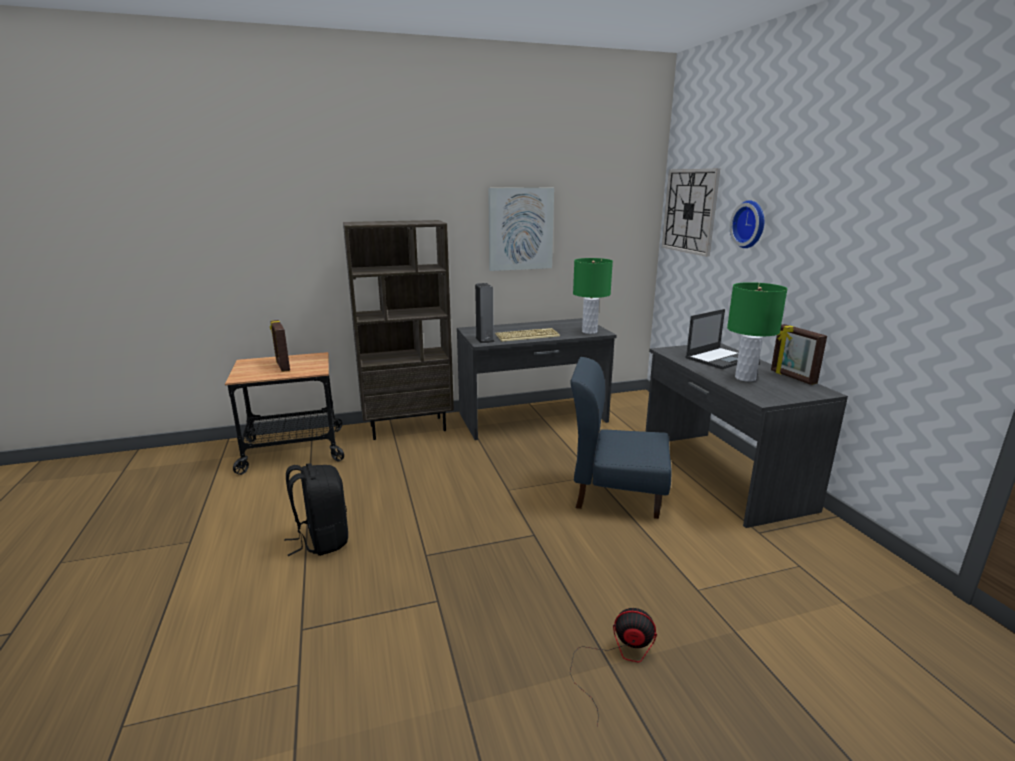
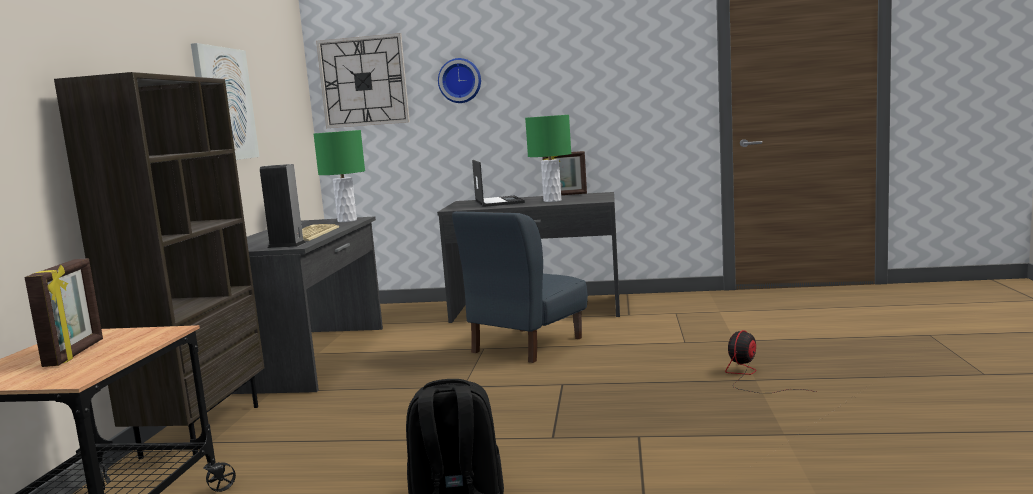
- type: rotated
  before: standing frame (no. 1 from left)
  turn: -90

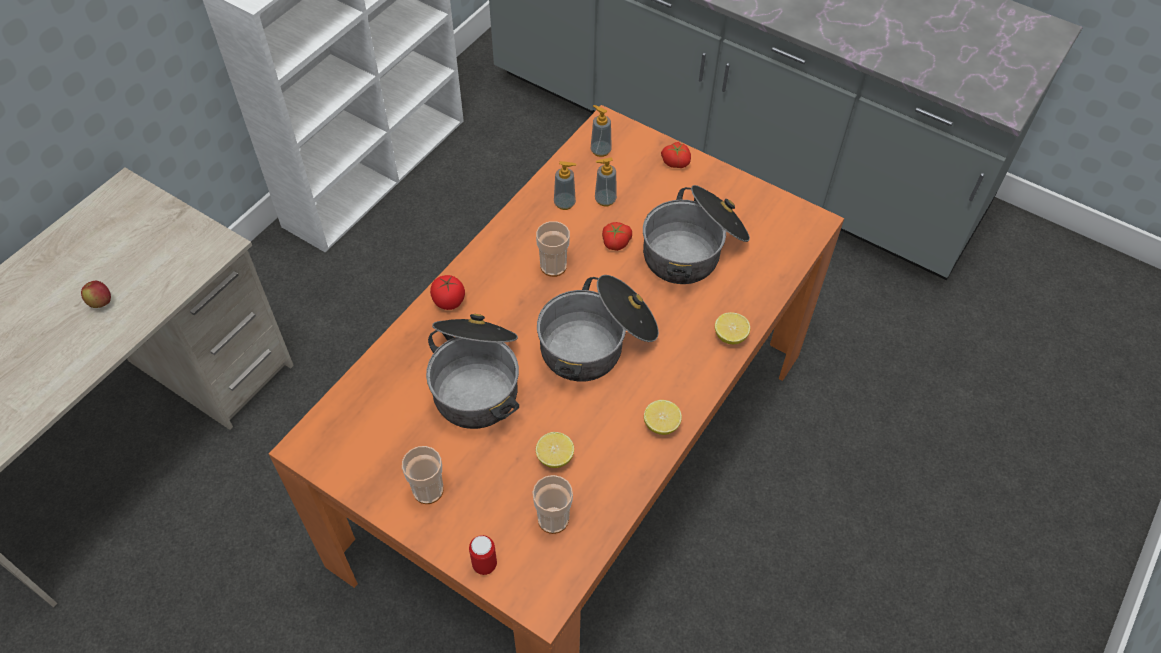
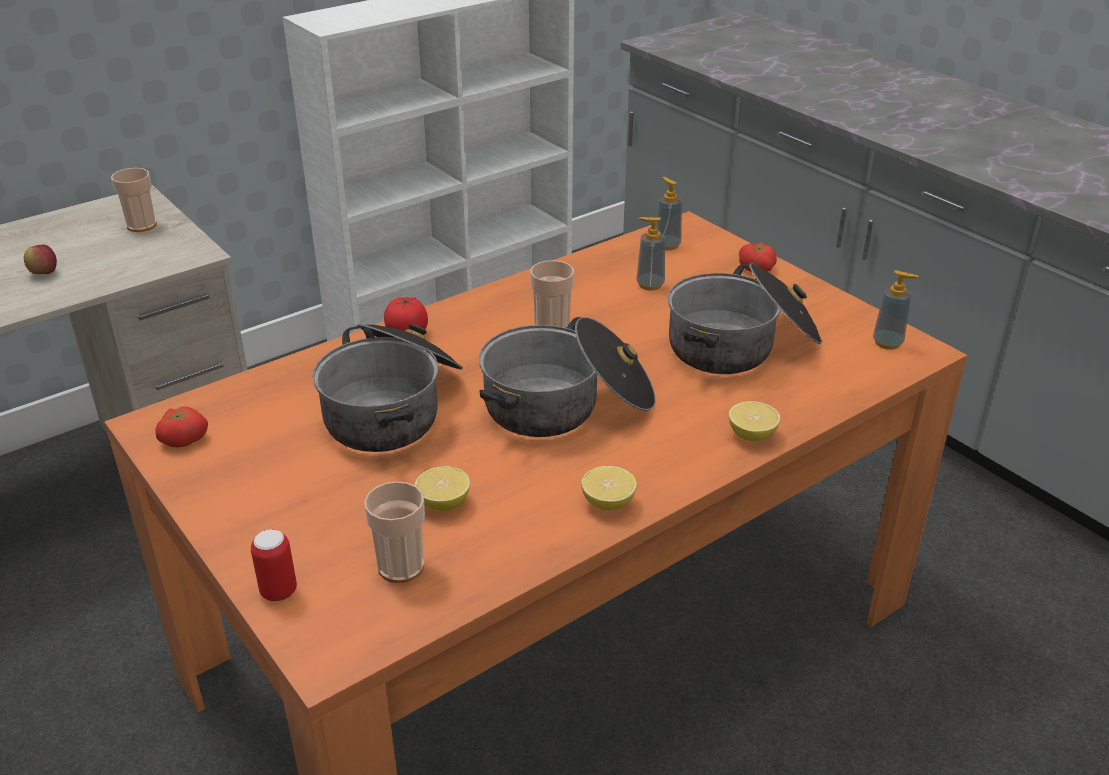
- type: shifted
  before: small cup (no. 1 from left)
- type: shifted
  before: liquid soap bottle (no. 1 from left in the first image)
  after: liquid soap bottle (no. 3 from left)
- type: shifted
  before: whole tomato (no. 2 from left in the first image)
  after: whole tomato (no. 1 from left)

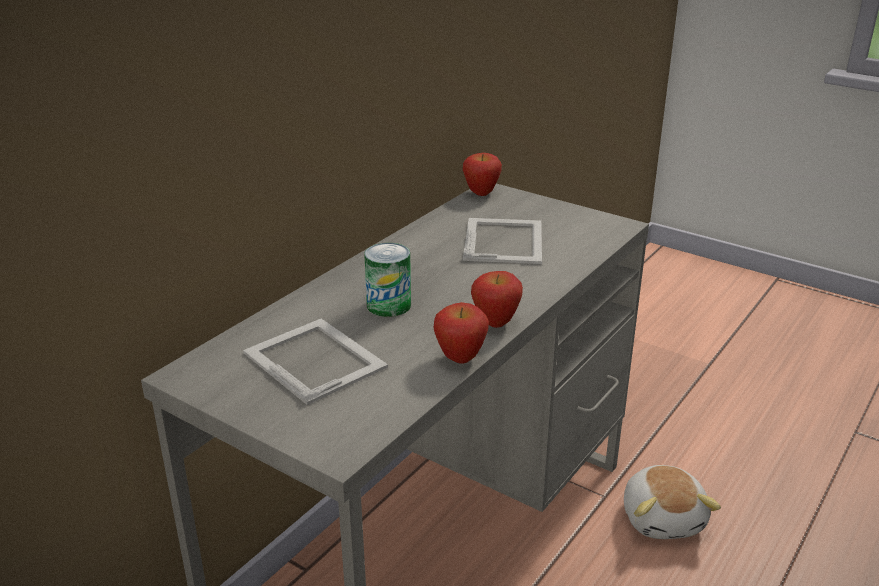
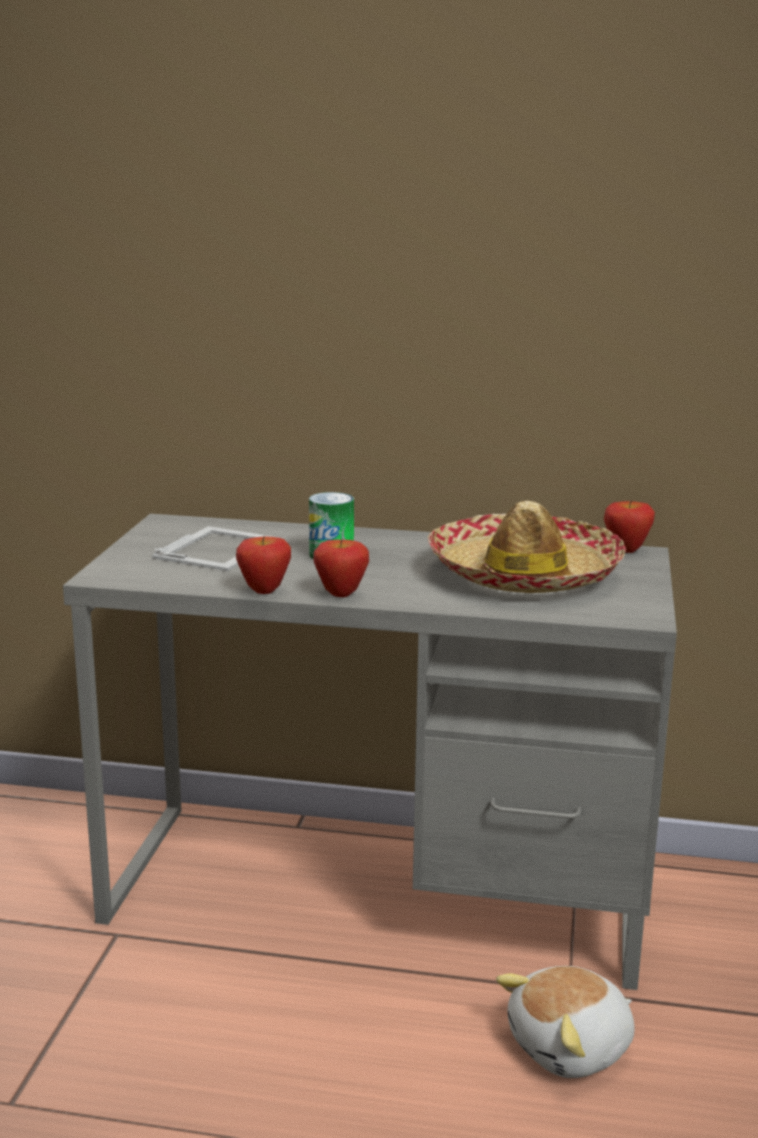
- type: swapped
  before: standing frame (no. 2 from left)
  after: wearable hat

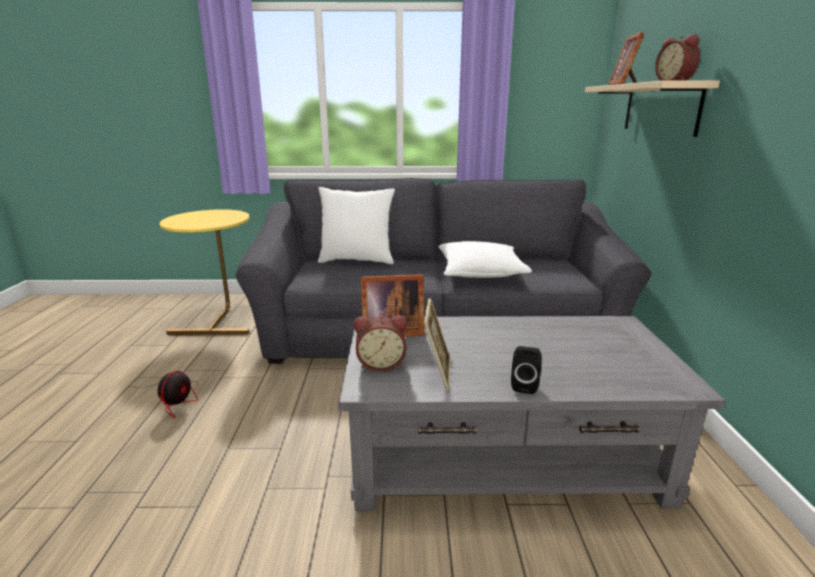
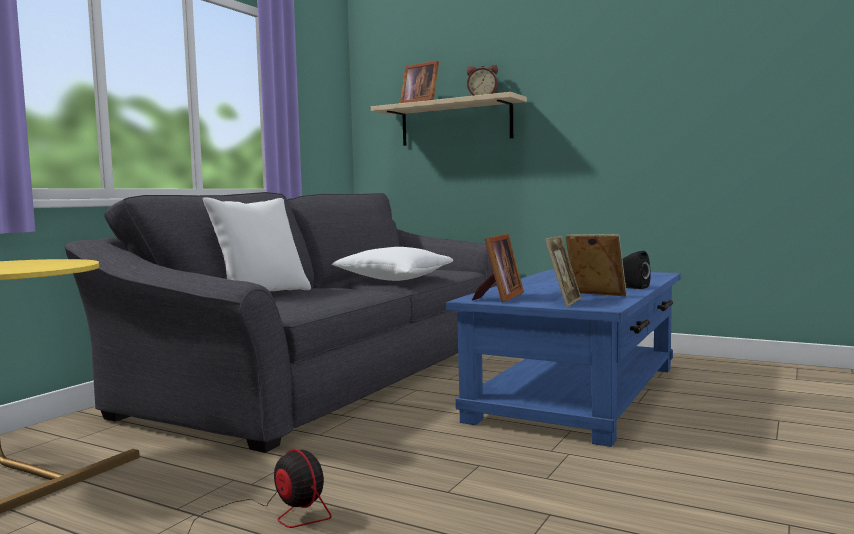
- type: repainted
  before: low table in grey
  after: low table in bluish
- type: swapped
  before: bedside clock (no. 1 from left)
  after: standing frame (no. 3 from left)

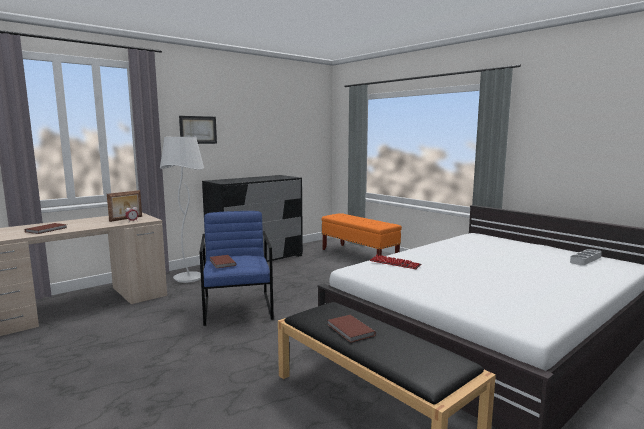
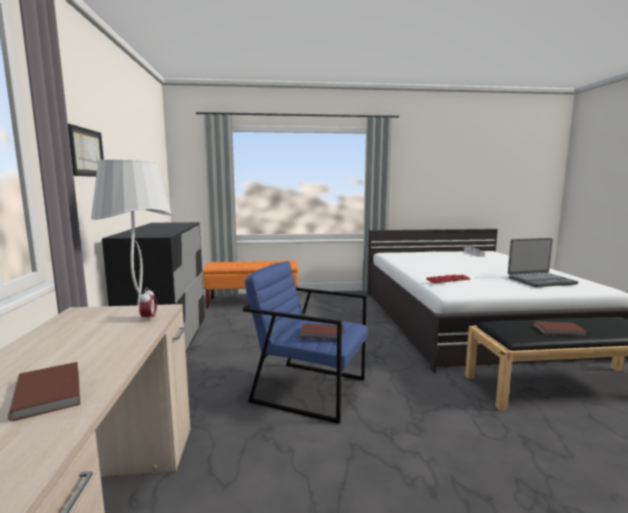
- type: gone
  before: standing frame
- type: new
  after: notebook computer

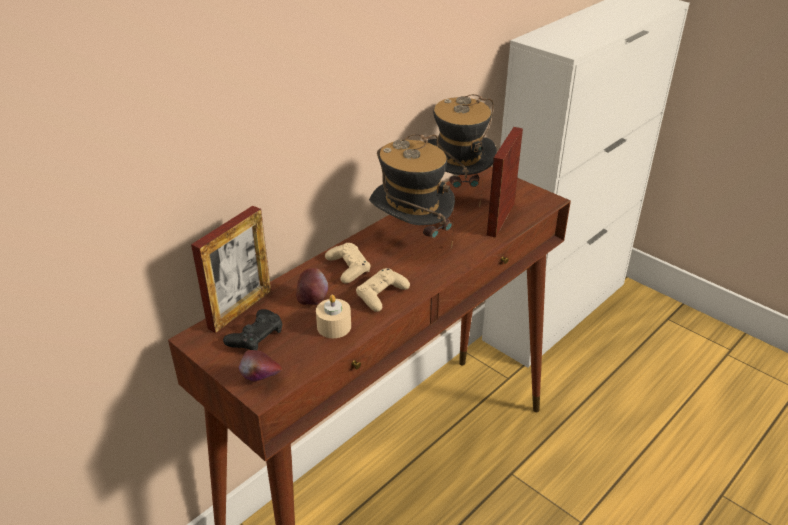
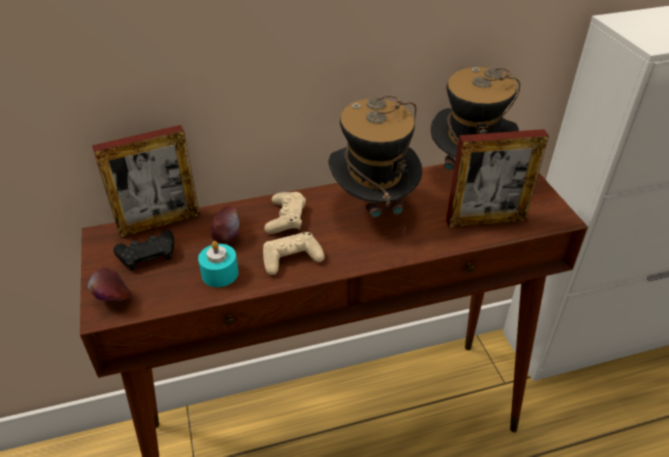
- type: repainted
  before: candle in beige-coloured
  after: candle in turquoise
- type: rotated
  before: standing frame (no. 2 from left)
  turn: -150

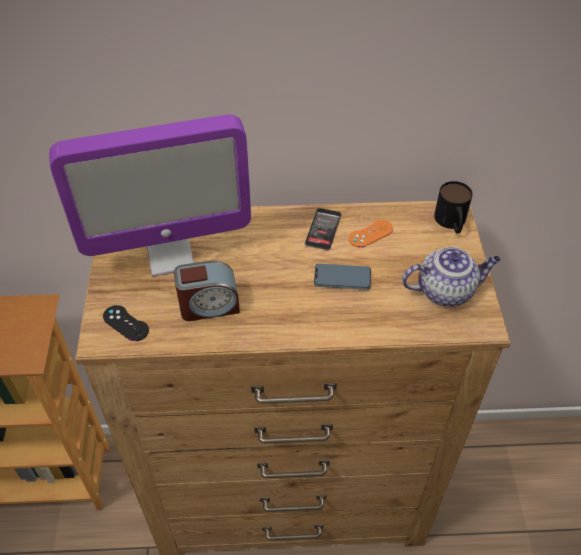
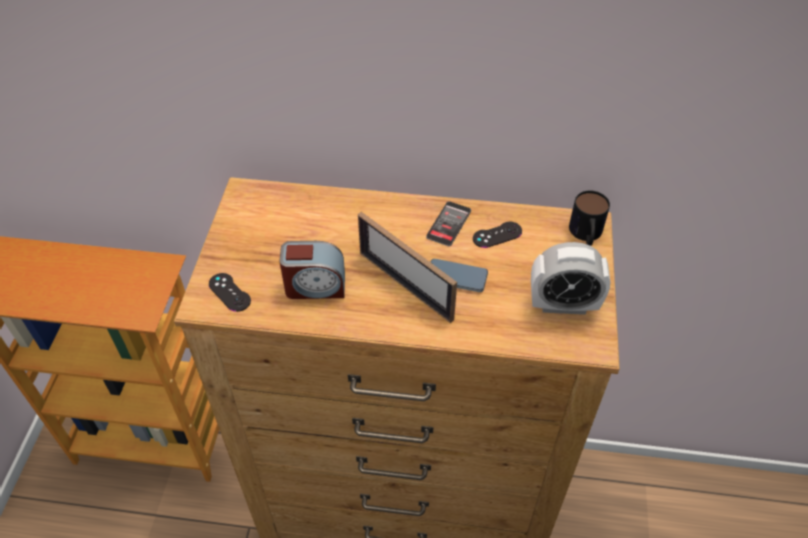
- type: gone
  before: monitor
- type: repainted
  before: game controller in orangey
  after: game controller in black-coloured (no. 2 from left)
- type: swapped
  before: teapot
  after: bedside clock (no. 2 from left)
- type: new
  after: standing frame

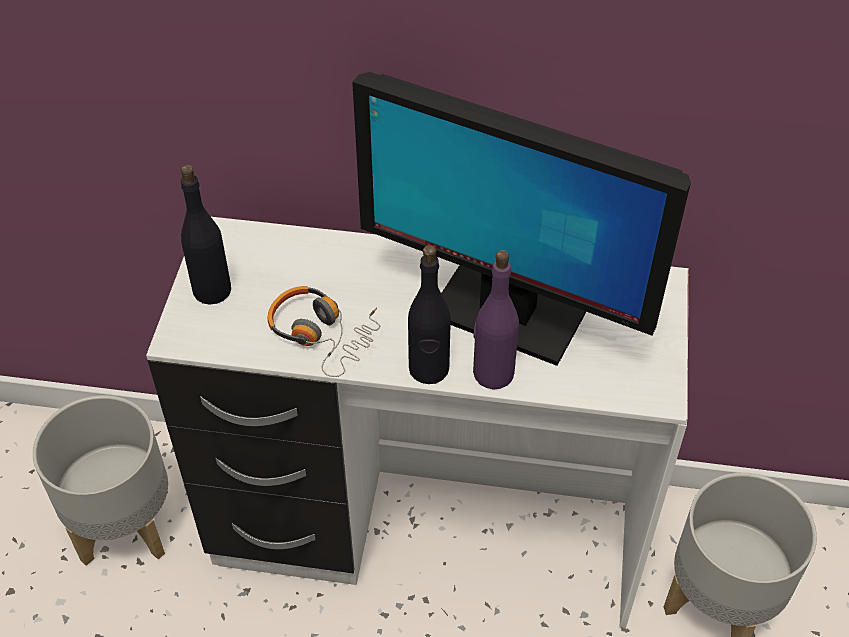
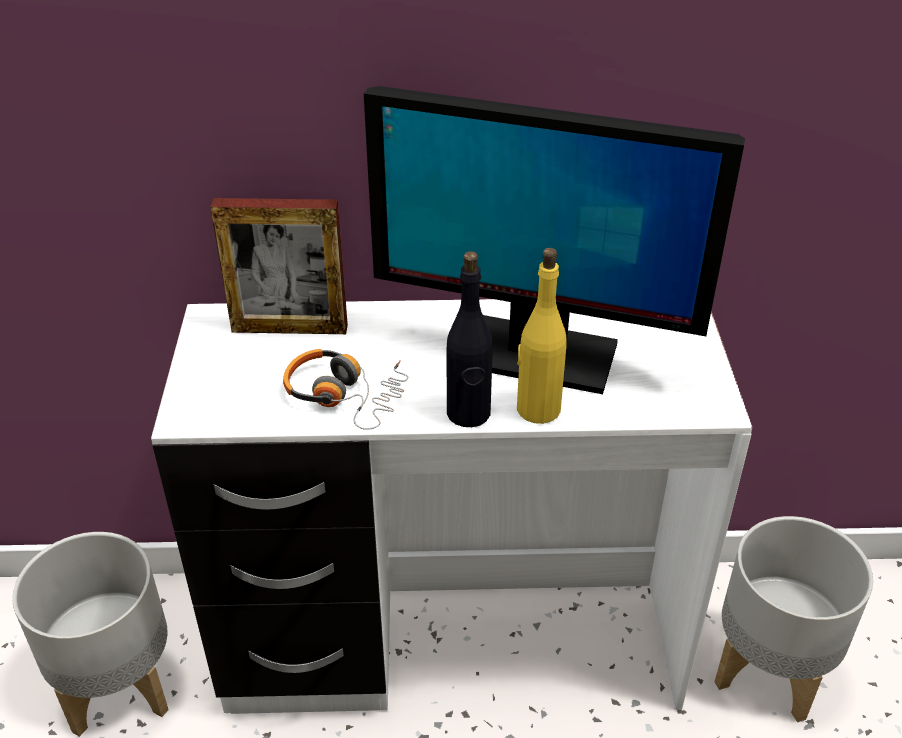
- type: gone
  before: beverage bottle in black-coloured (no. 1 from left)
- type: repainted
  before: beverage bottle in purple
  after: beverage bottle in yellow-coloured
- type: new
  after: standing frame

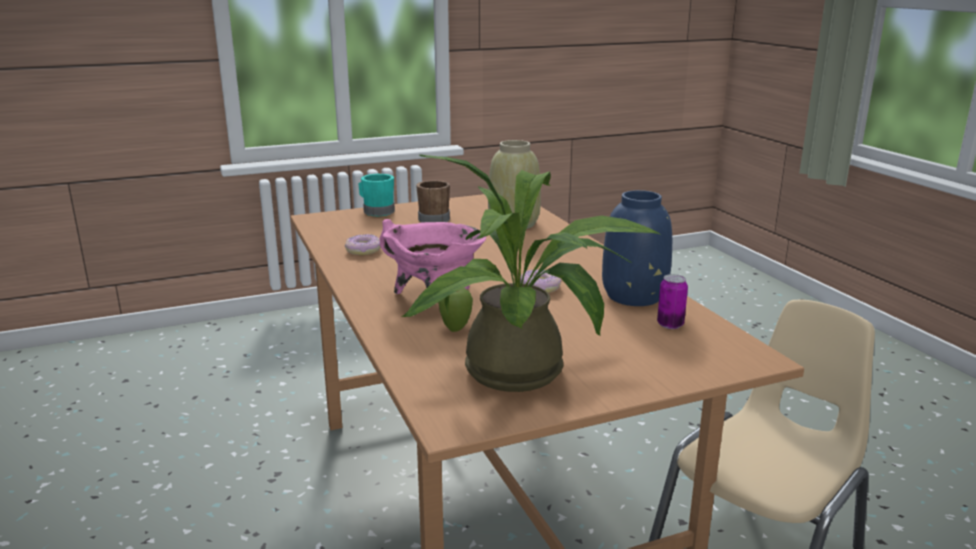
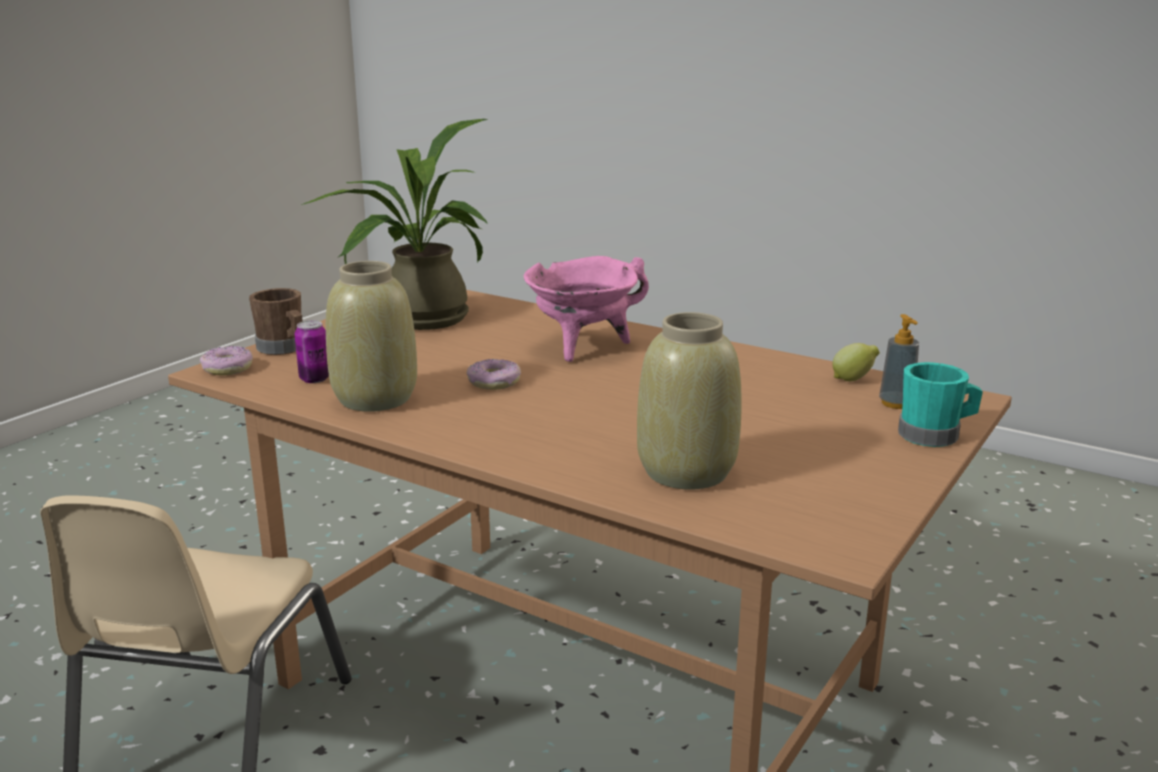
- type: shifted
  before: doughnut (no. 1 from left)
- type: shifted
  before: mug in brown-coloured
- type: gone
  before: apple
- type: repainted
  before: decorative vase in bluish
  after: decorative vase in beige-coloured (no. 1 from left)
- type: new
  after: whole lemon
- type: new
  after: liquid soap bottle

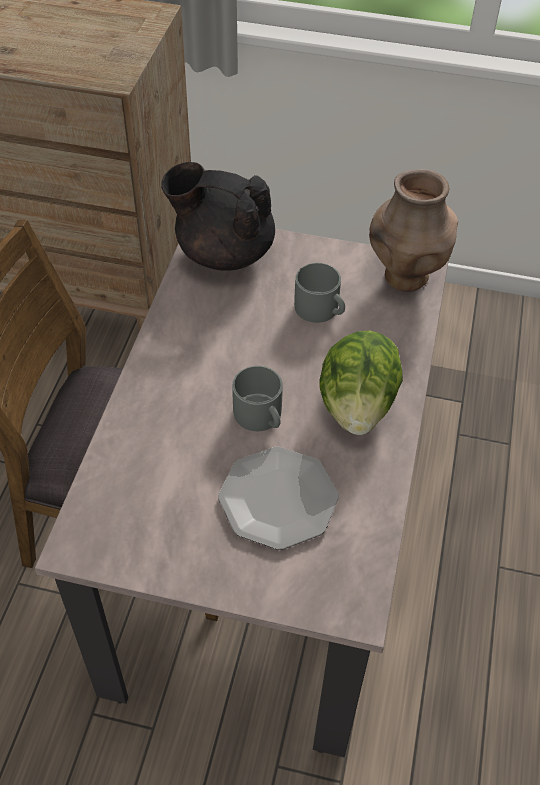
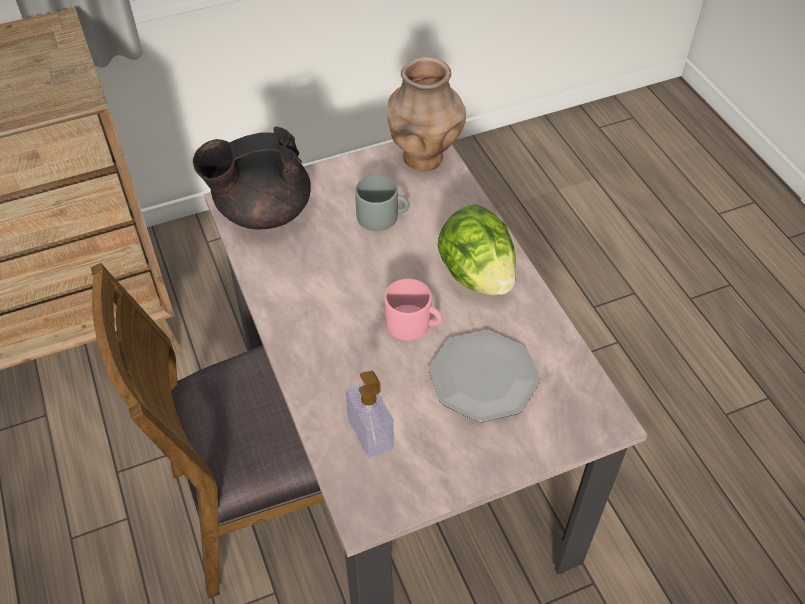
- type: repainted
  before: mug in grey (no. 1 from left)
  after: mug in pink-coloured
- type: new
  after: liquid soap bottle

